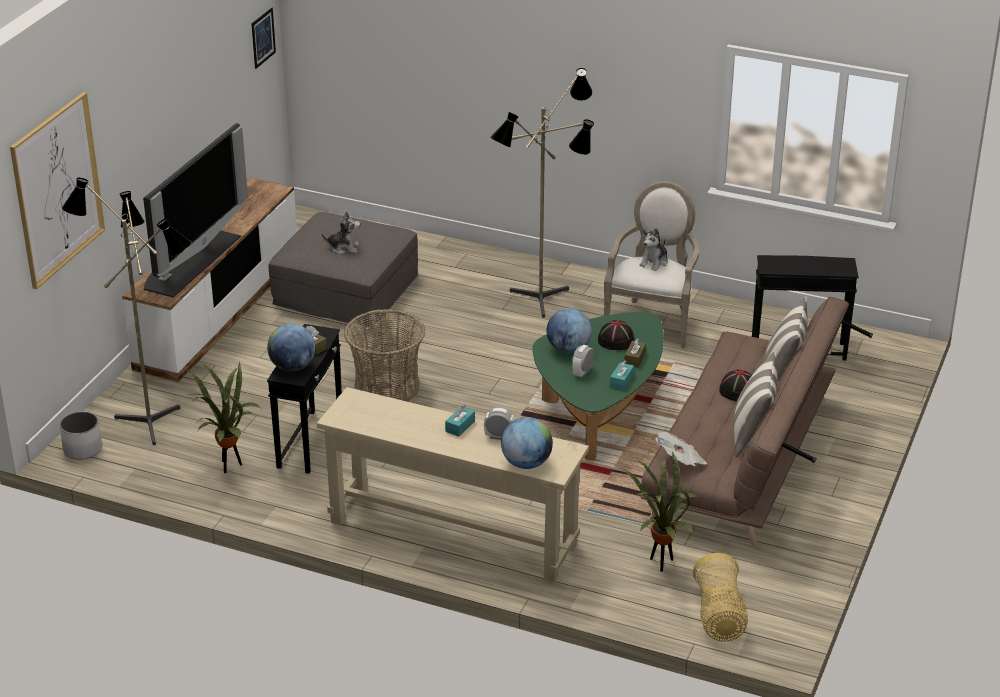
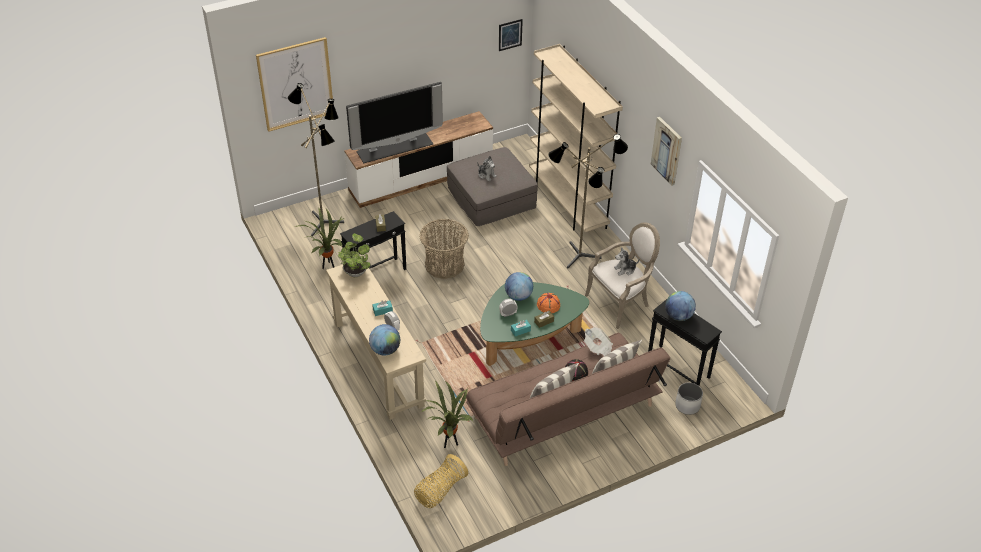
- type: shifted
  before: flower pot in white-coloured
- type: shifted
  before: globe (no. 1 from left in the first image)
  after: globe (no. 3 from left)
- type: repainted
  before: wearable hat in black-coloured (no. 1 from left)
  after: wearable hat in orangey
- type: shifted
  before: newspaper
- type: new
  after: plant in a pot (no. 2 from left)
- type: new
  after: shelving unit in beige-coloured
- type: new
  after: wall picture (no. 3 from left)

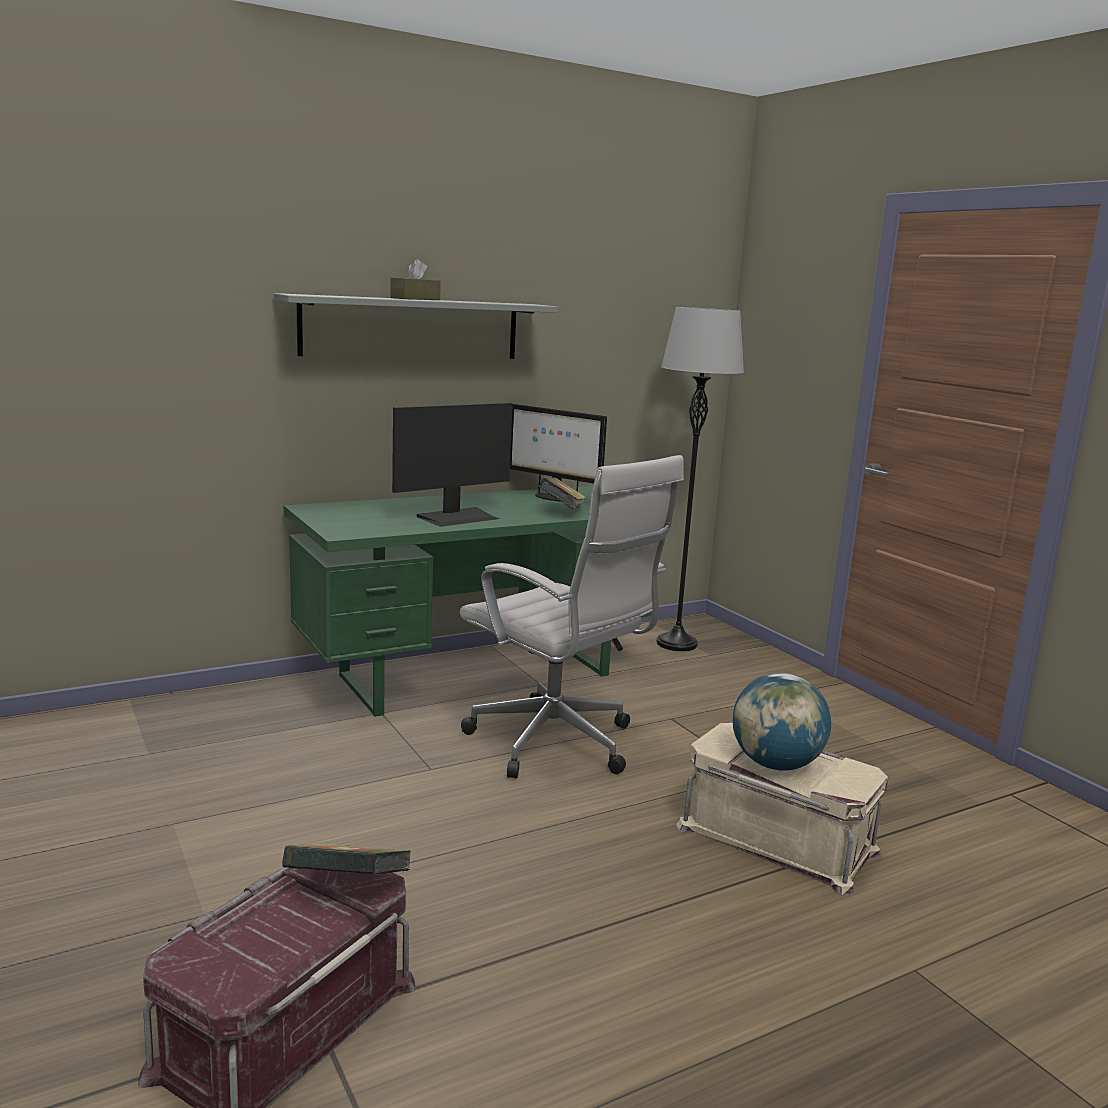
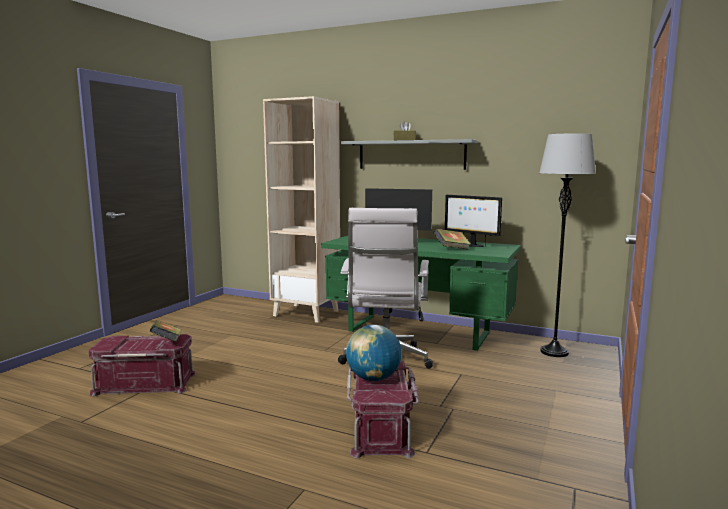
- type: rotated
  before: monitor (no. 2 from left)
  turn: -45
- type: repainted
  before: storage container in beige-coloured
  after: storage container in red-coloured (no. 2 from left)
- type: new
  after: shelving unit in beige-coloured

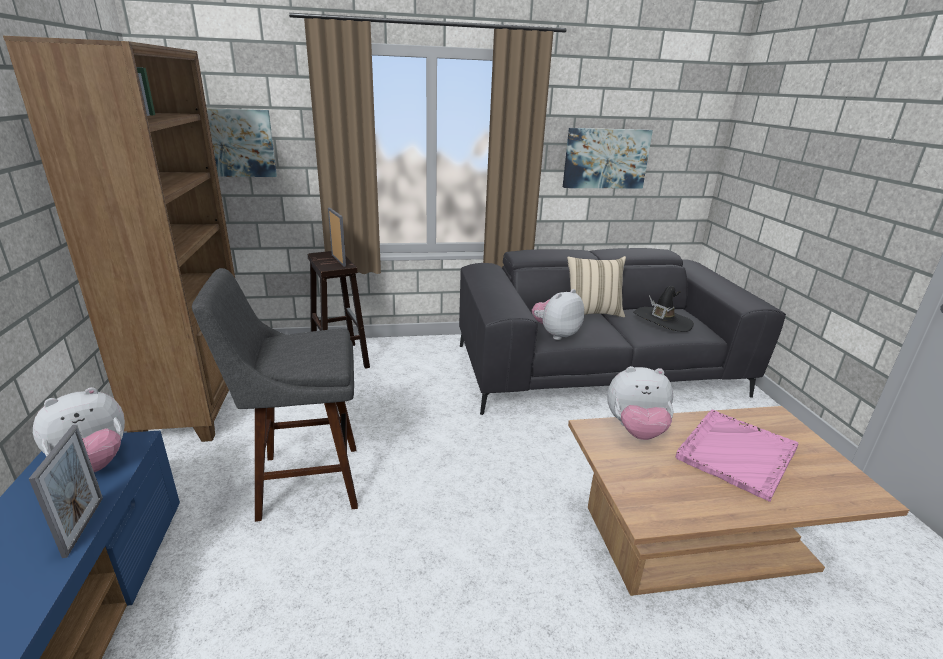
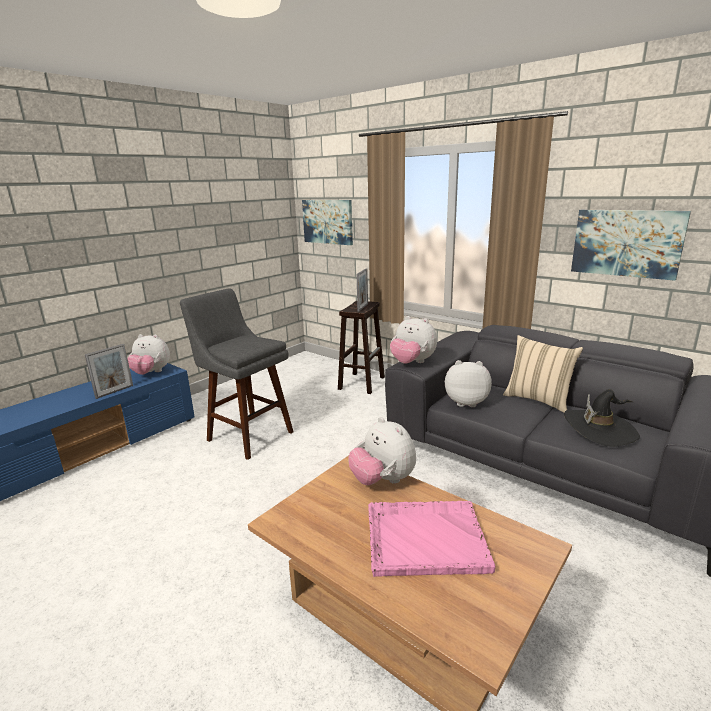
- type: gone
  before: shelving unit in brown-coloured
- type: new
  after: soft toy (no. 3 from left)

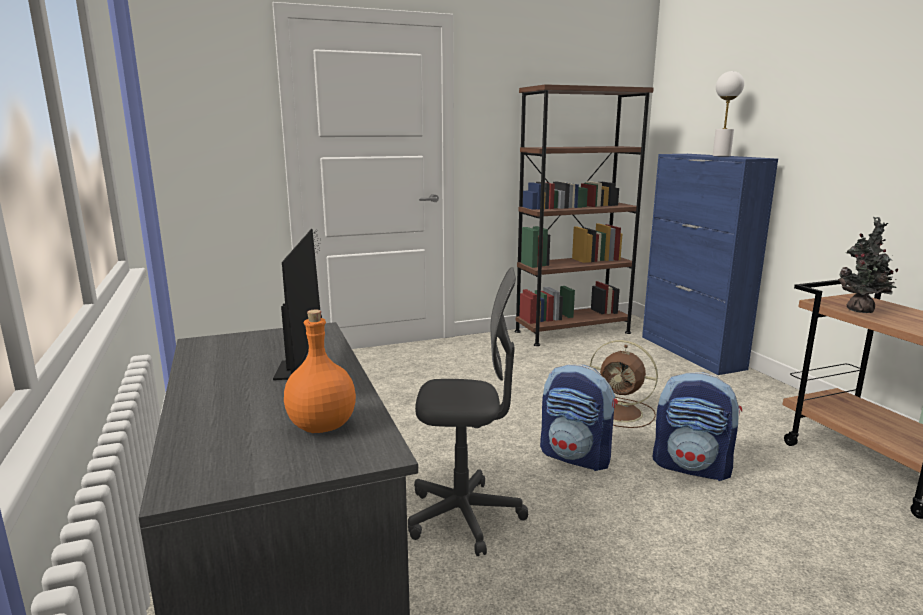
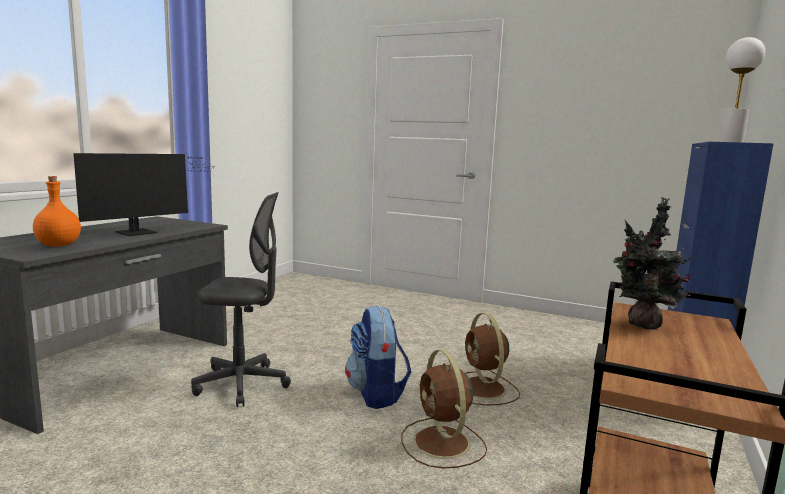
- type: rotated
  before: desk chair in grey
  turn: -45
- type: gone
  before: shelving unit in brown-coloured
- type: swapped
  before: backpack (no. 2 from left)
  after: cooling fan in brown-coloured (no. 1 from left)

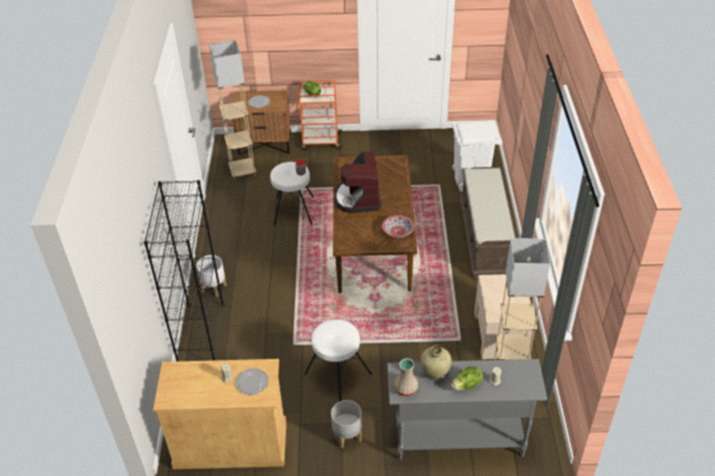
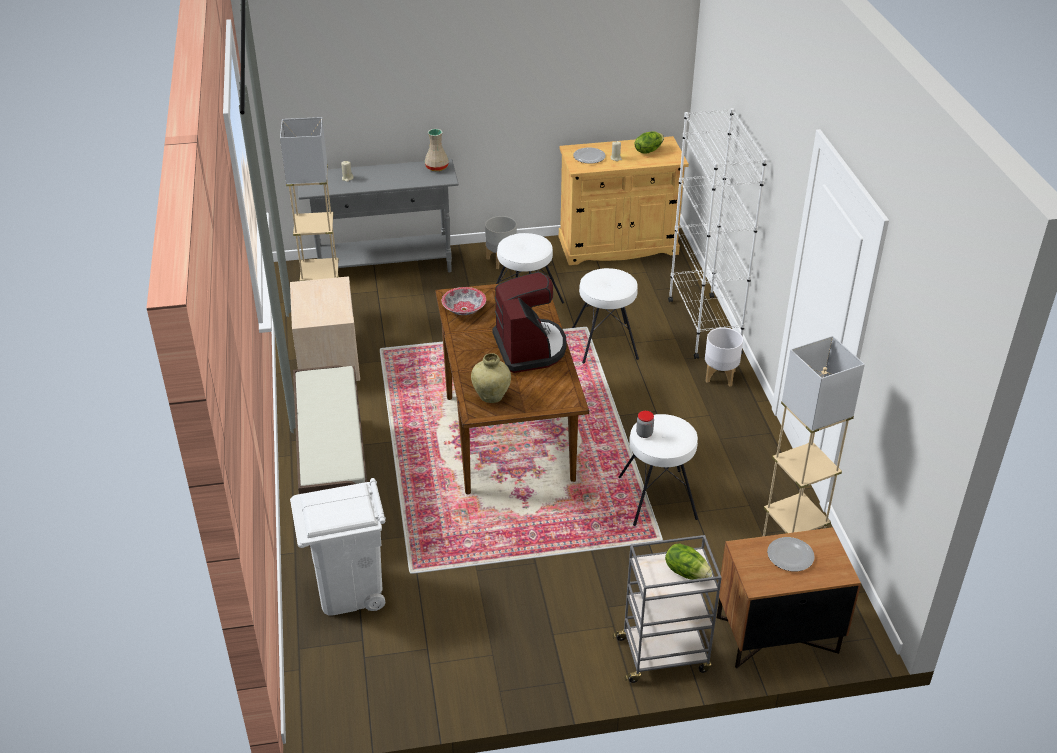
- type: repainted
  before: shelving unit in black-coloured
  after: shelving unit in white-coloured
- type: repainted
  before: trolley in orangey
  after: trolley in grey
- type: shifted
  before: decorative vase in beige-coloured (no. 2 from left)
- type: shifted
  before: lettuce head (no. 2 from left in the first image)
  after: lettuce head (no. 1 from left)
- type: new
  after: stool seat in white-coloured (no. 2 from left)

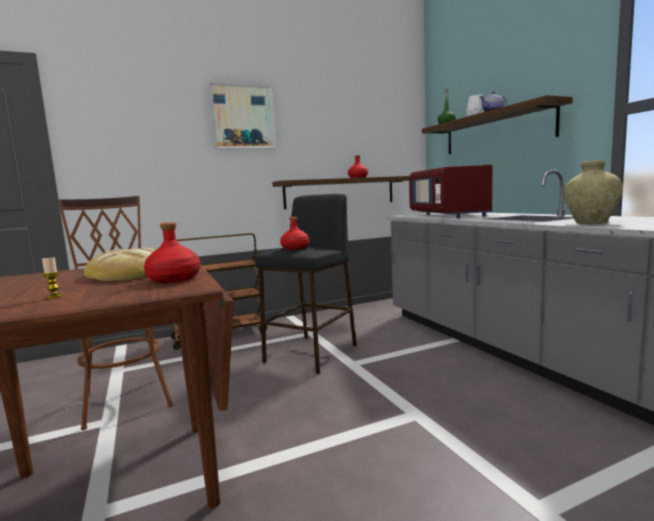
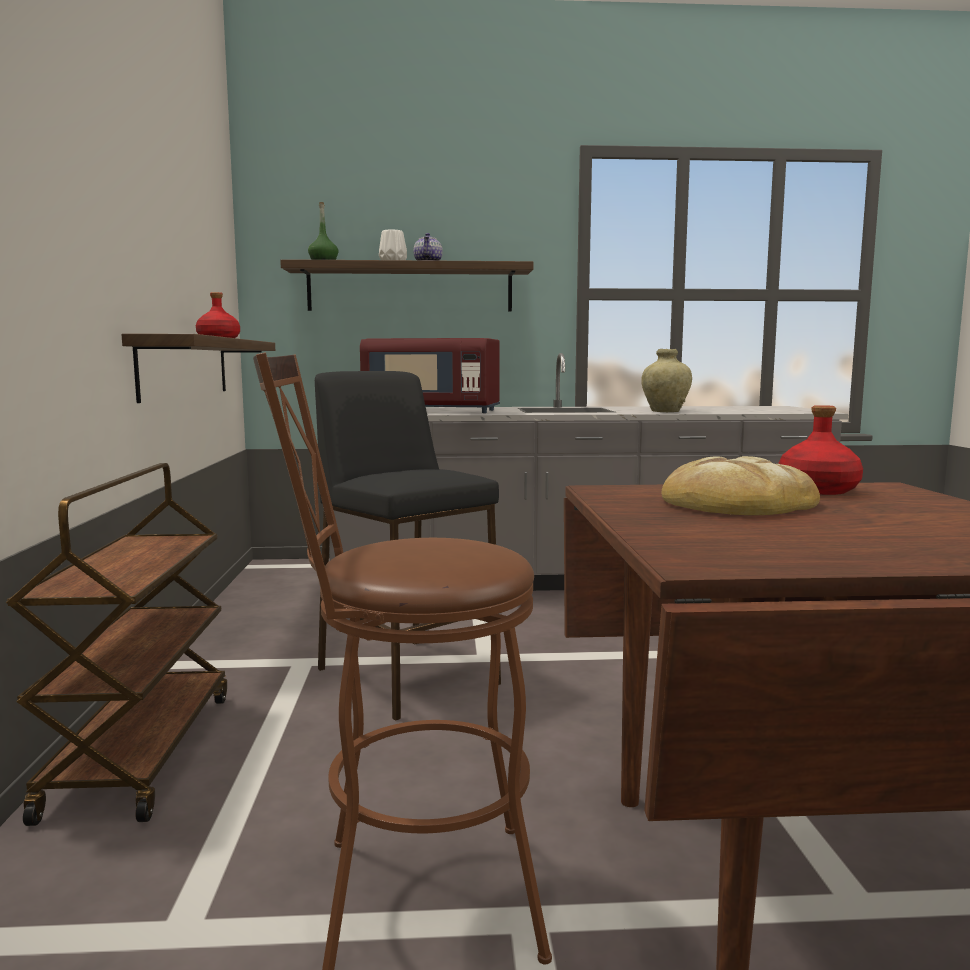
- type: gone
  before: candle
- type: gone
  before: wall picture
- type: gone
  before: beverage bottle in red-coloured (no. 2 from left)

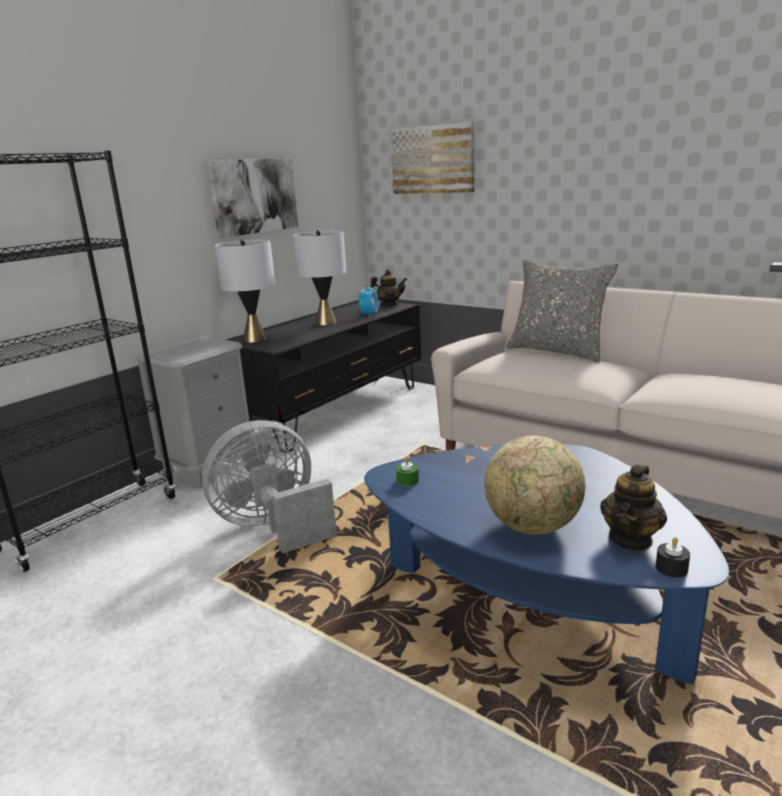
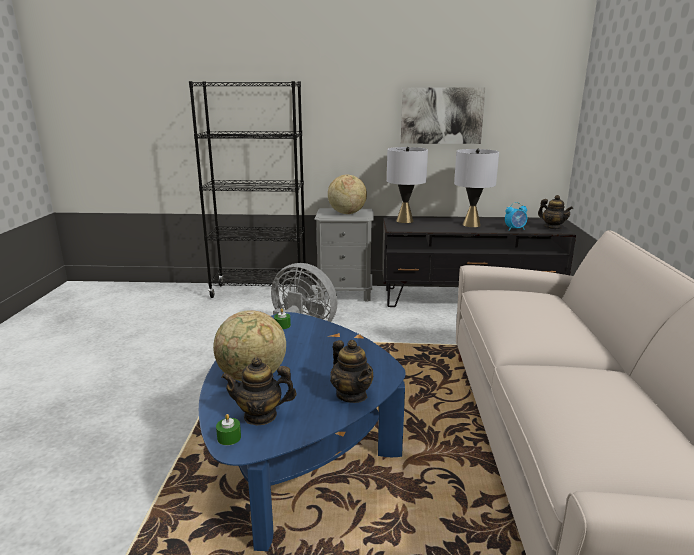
- type: gone
  before: wall picture (no. 2 from left)
- type: gone
  before: throw pillow in grey
- type: repainted
  before: candle in black-coloured
  after: candle in green-coloured (no. 1 from left)
- type: new
  after: globe (no. 2 from left)
- type: new
  after: teapot (no. 2 from left)

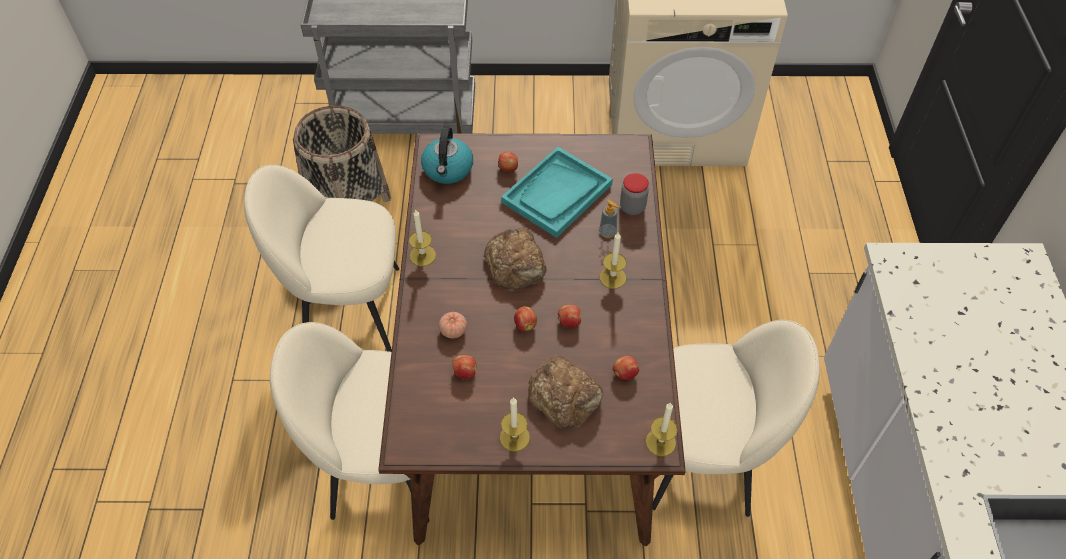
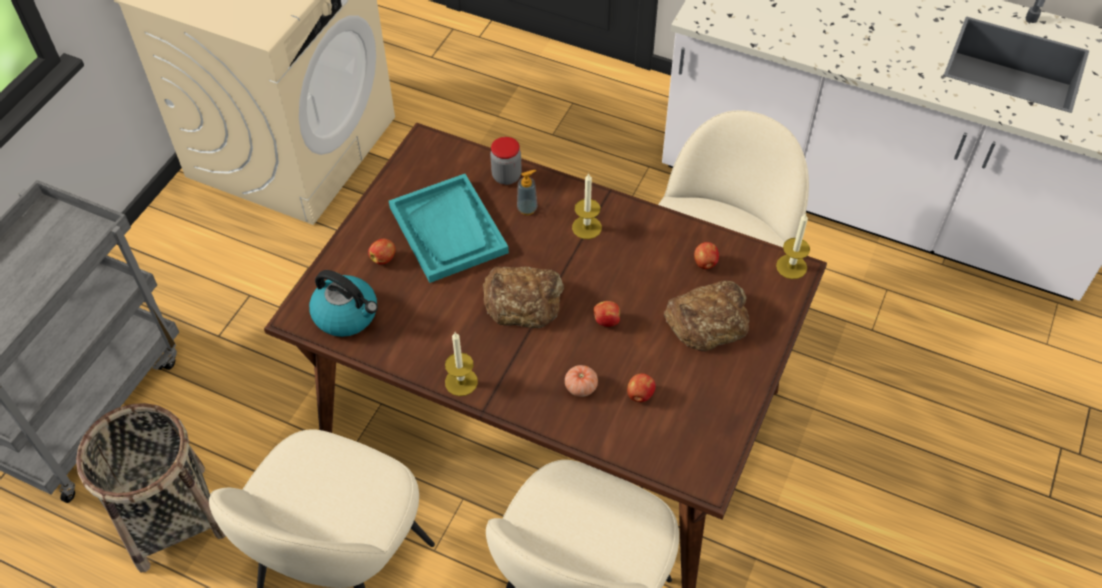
- type: gone
  before: candle (no. 2 from left)
- type: gone
  before: apple (no. 4 from left)

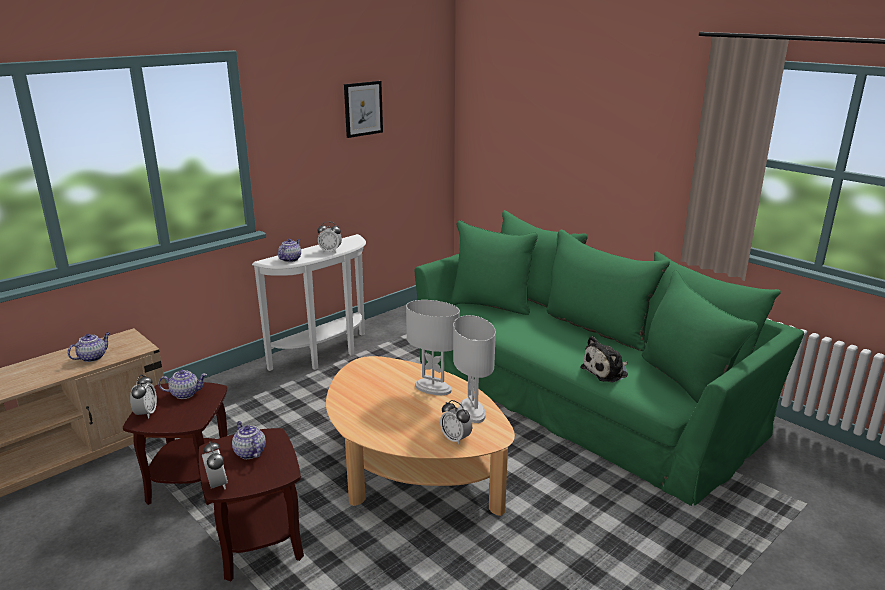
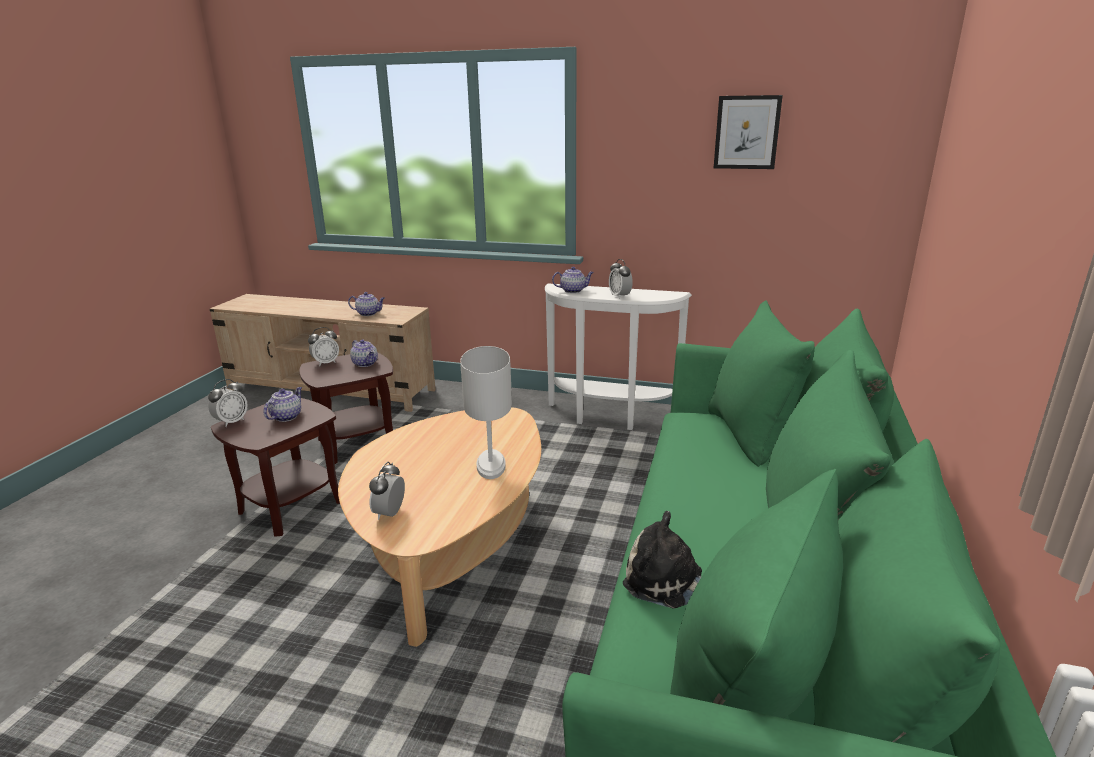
- type: gone
  before: table lamp in white-coloured (no. 2 from left)

